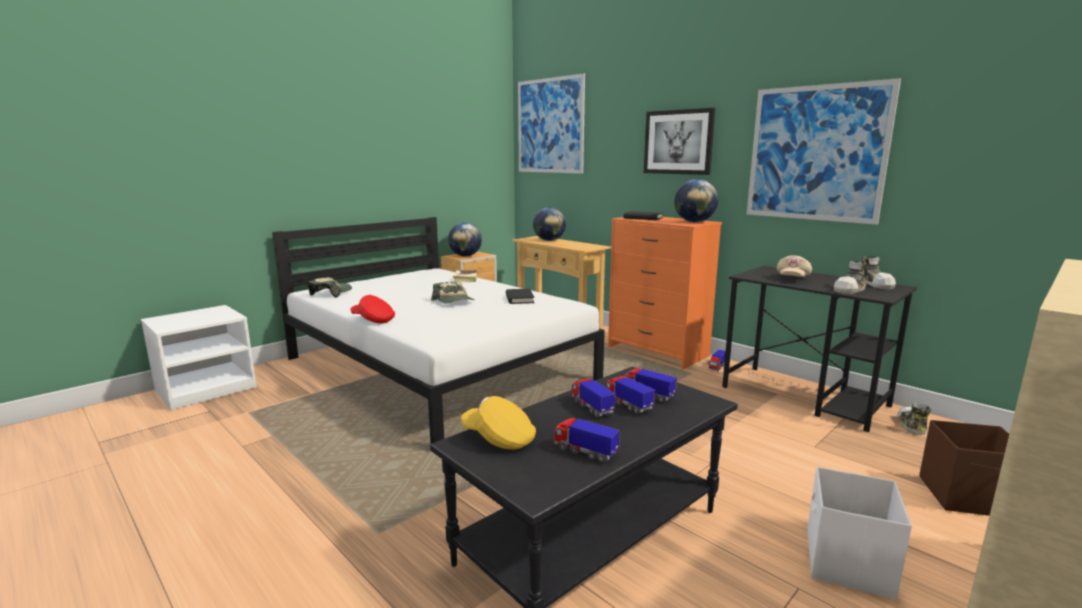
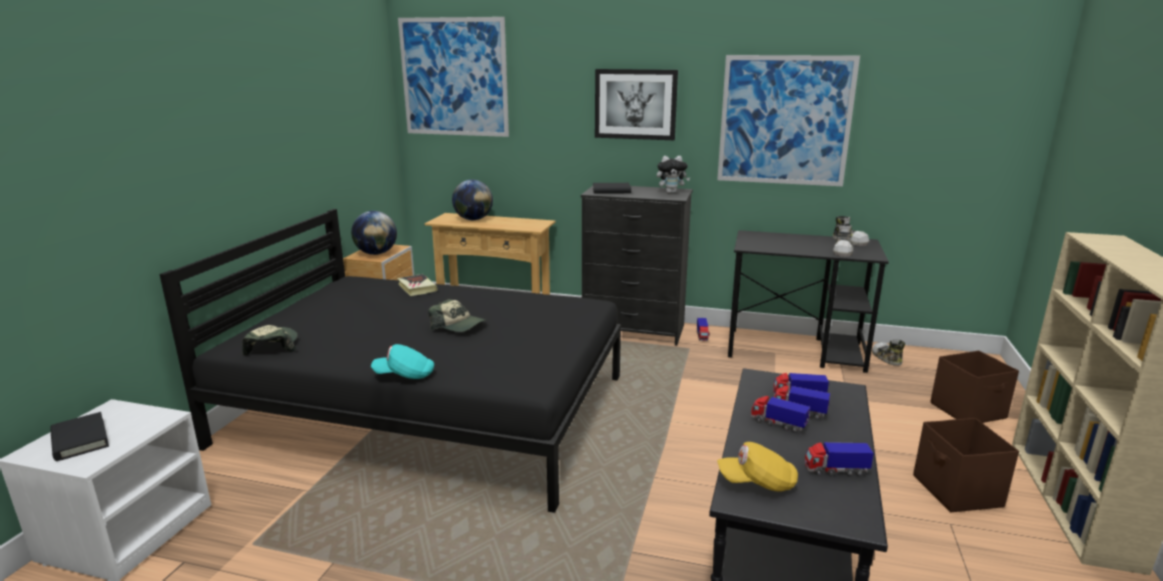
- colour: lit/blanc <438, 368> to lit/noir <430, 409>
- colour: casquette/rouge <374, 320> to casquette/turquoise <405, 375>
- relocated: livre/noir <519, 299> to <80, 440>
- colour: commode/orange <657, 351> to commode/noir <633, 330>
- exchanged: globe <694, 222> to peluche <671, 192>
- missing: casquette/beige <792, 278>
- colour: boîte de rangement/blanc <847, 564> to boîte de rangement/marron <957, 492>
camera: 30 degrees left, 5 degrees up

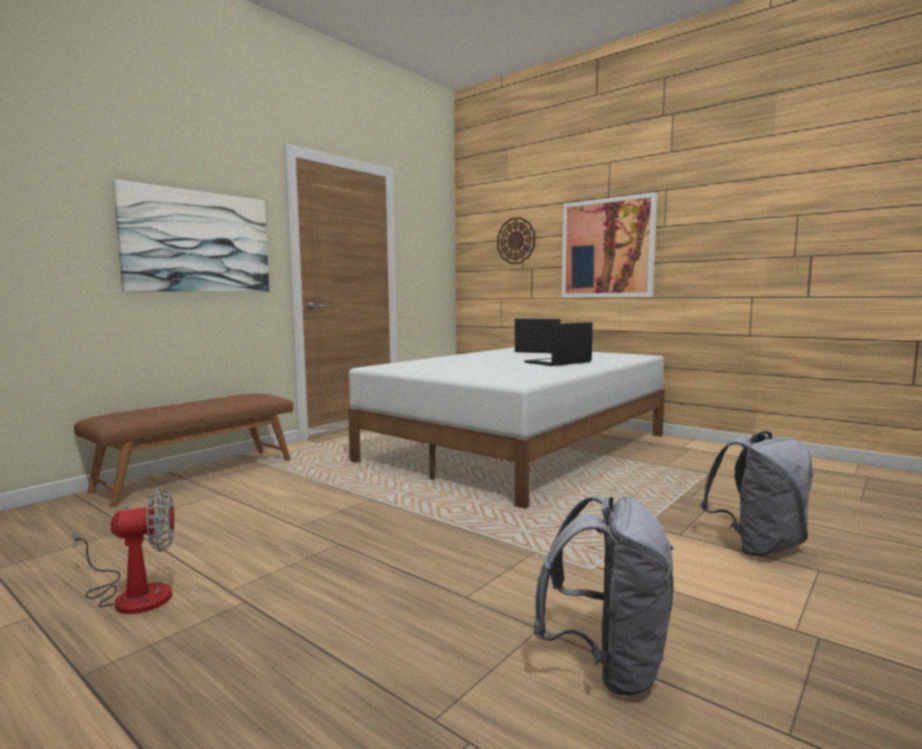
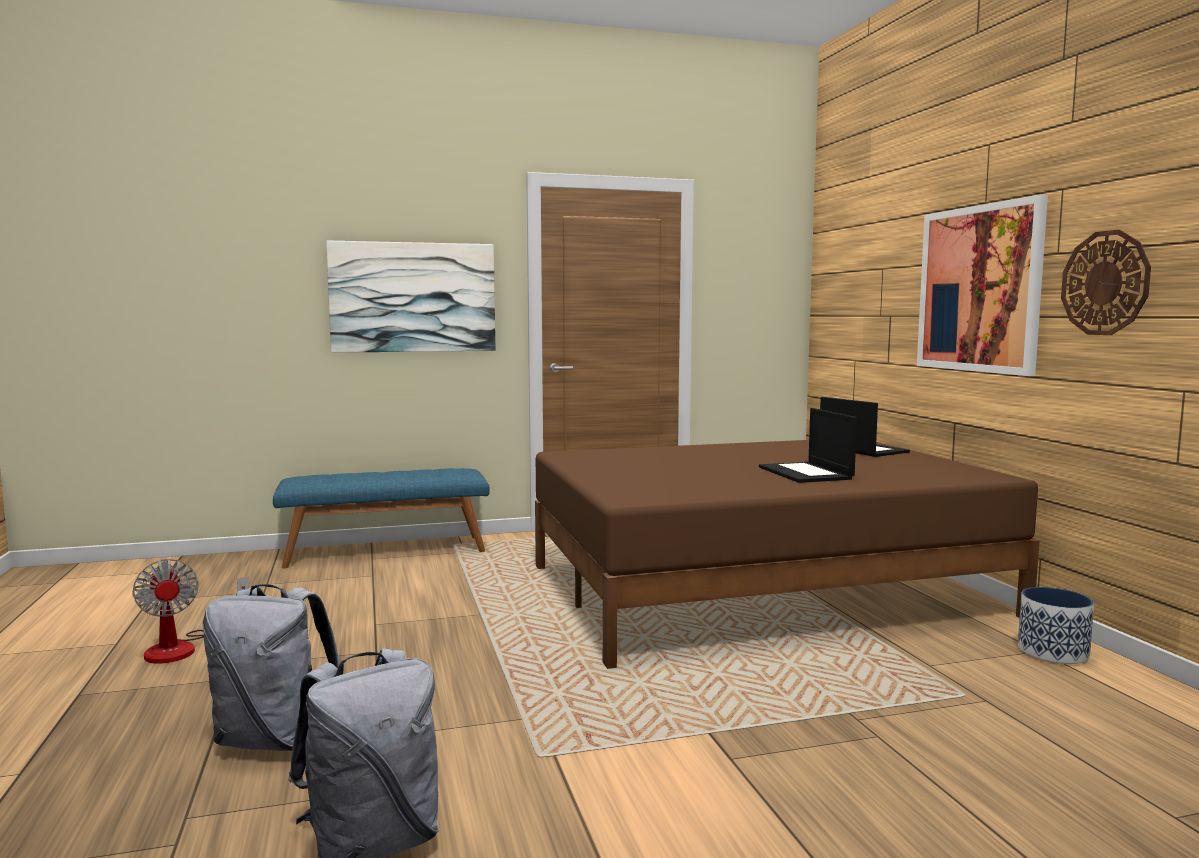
- spun: ventilateur <133, 594> = <184, 647> 45 degrees clockwise
- colour: banc/marron <197, 475> to banc/bleu <386, 551>
- colour: lit/blanc <519, 448> to lit/marron <761, 591>
- relocated: horloge murale <516, 240> to <1105, 283>
- spun: ordinateur portable <558, 362> = <806, 473> 105 degrees counterclockwise
- relocated: sac à dos/gris <758, 546> to <274, 740>
- appeared: cache-pot <1053, 652>
camera: 35 degrees right, 0 degrees up

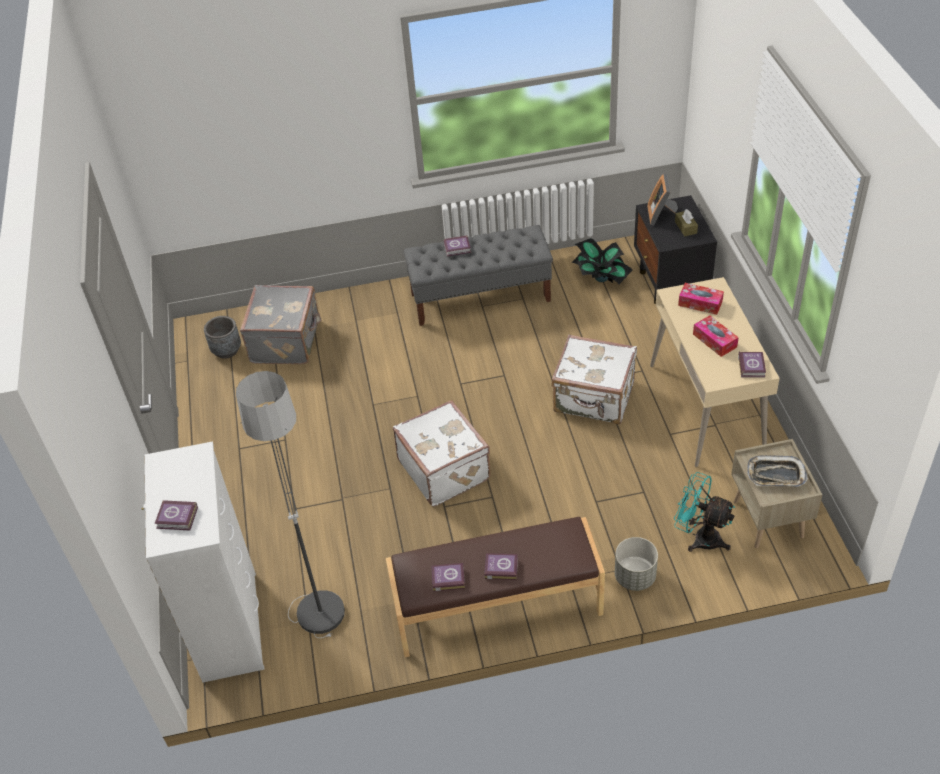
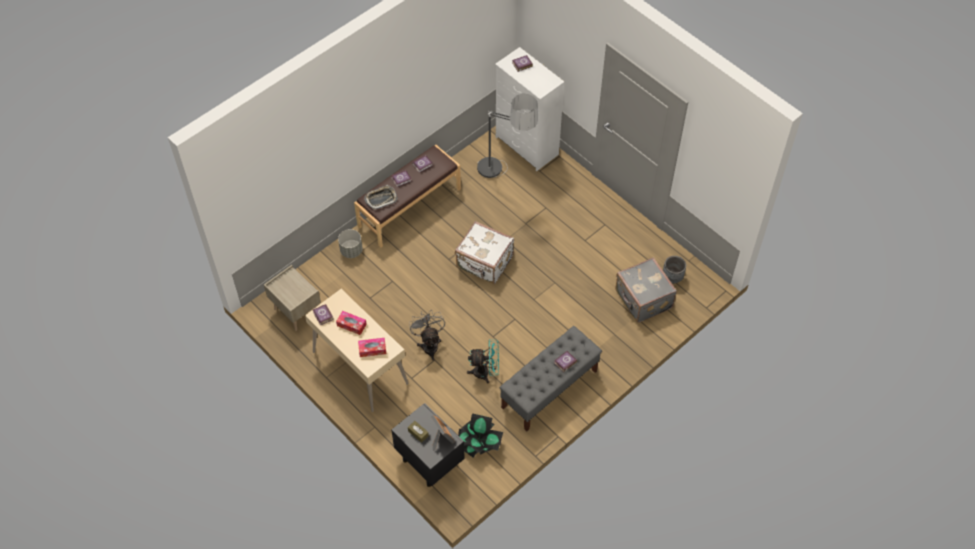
- exchanged: valise/blanc <594, 398> to ventilateur/gris <429, 344>
- relocated: ventilateur/turquoise <700, 537> to <485, 372>
- relocated: plateau <775, 475> to <381, 199>
camera: 145 degrees right, 10 degrees up

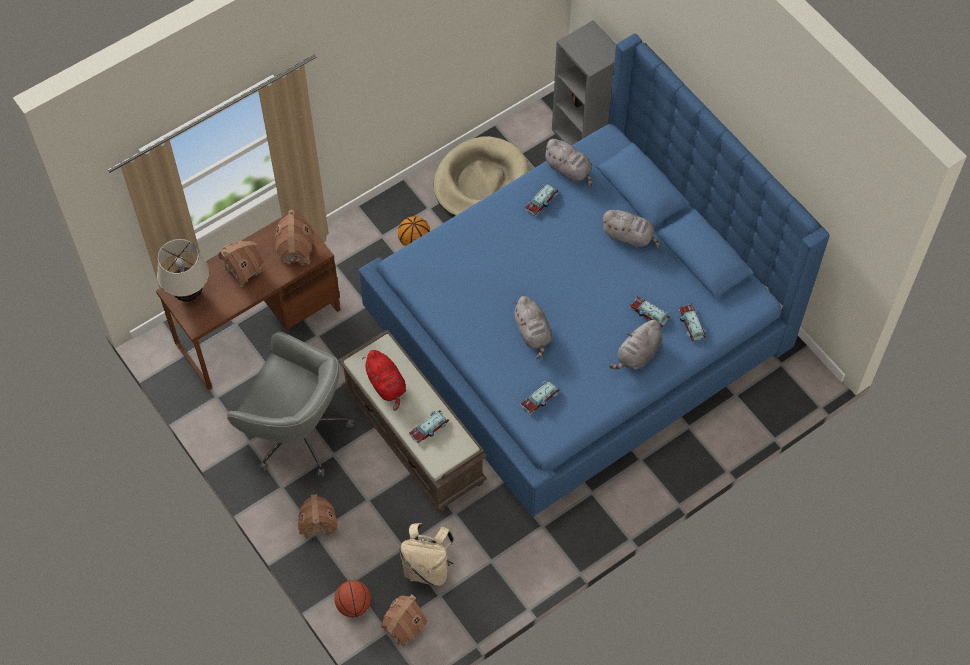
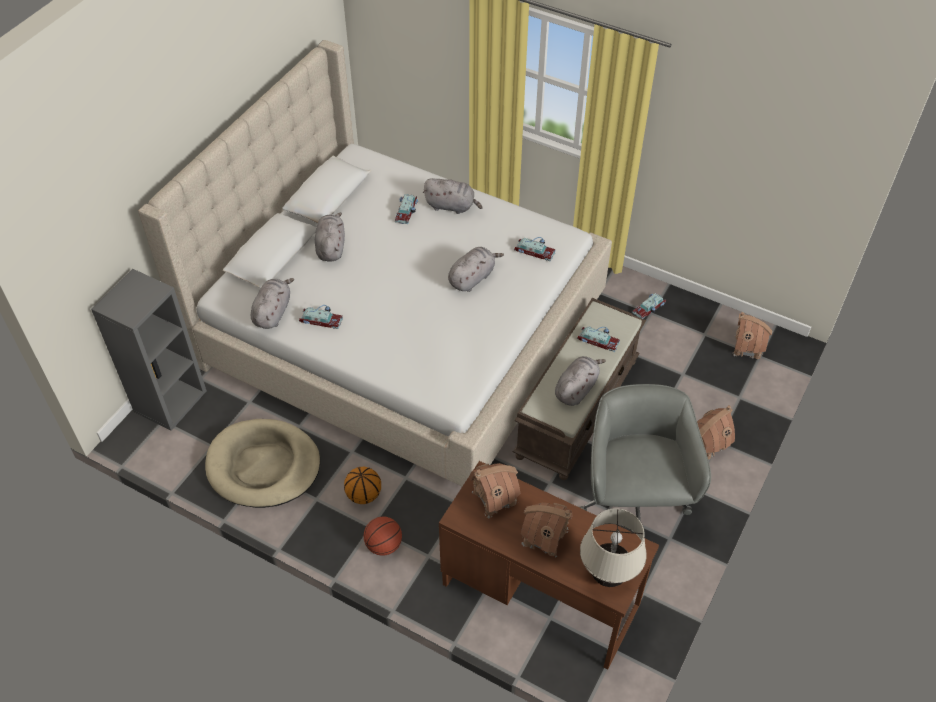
- relocated: ballon de basket <353, 605> to <384, 545>
- colour: lit/bleu <580, 330> to lit/beige <399, 330>
- colour: peluche/rouge <387, 385> to peluche/gris <576, 389>
- missing: sac à dos/beige <427, 567>
- relocated: petite voiture <691, 325> to <649, 308>
camera: 115 degrees left, 10 degrees down

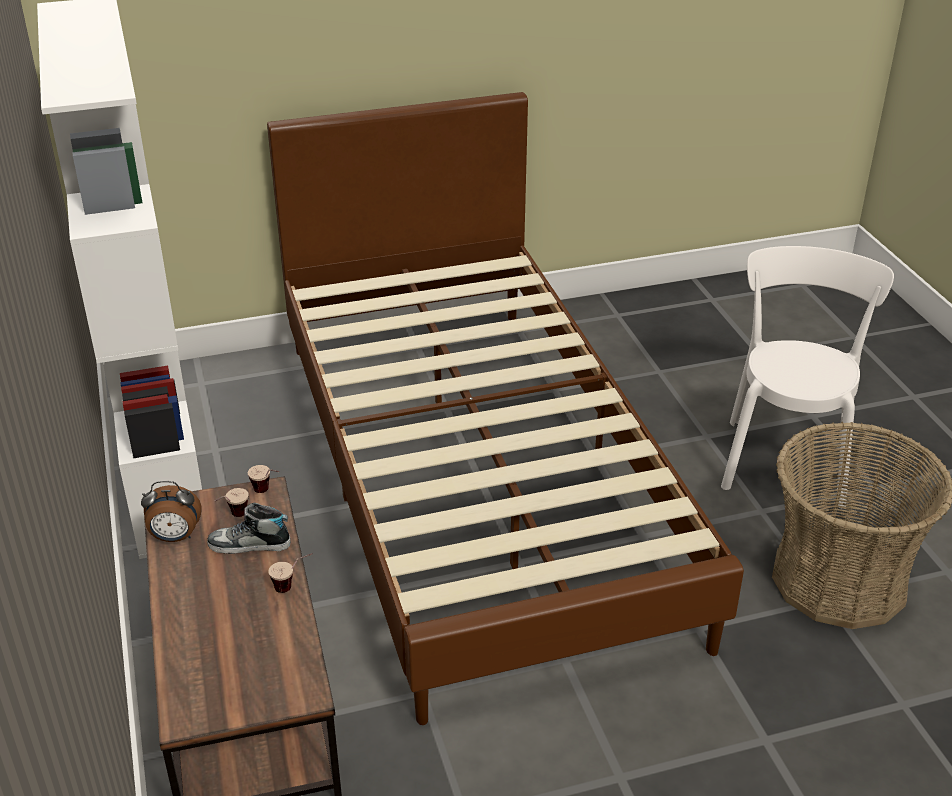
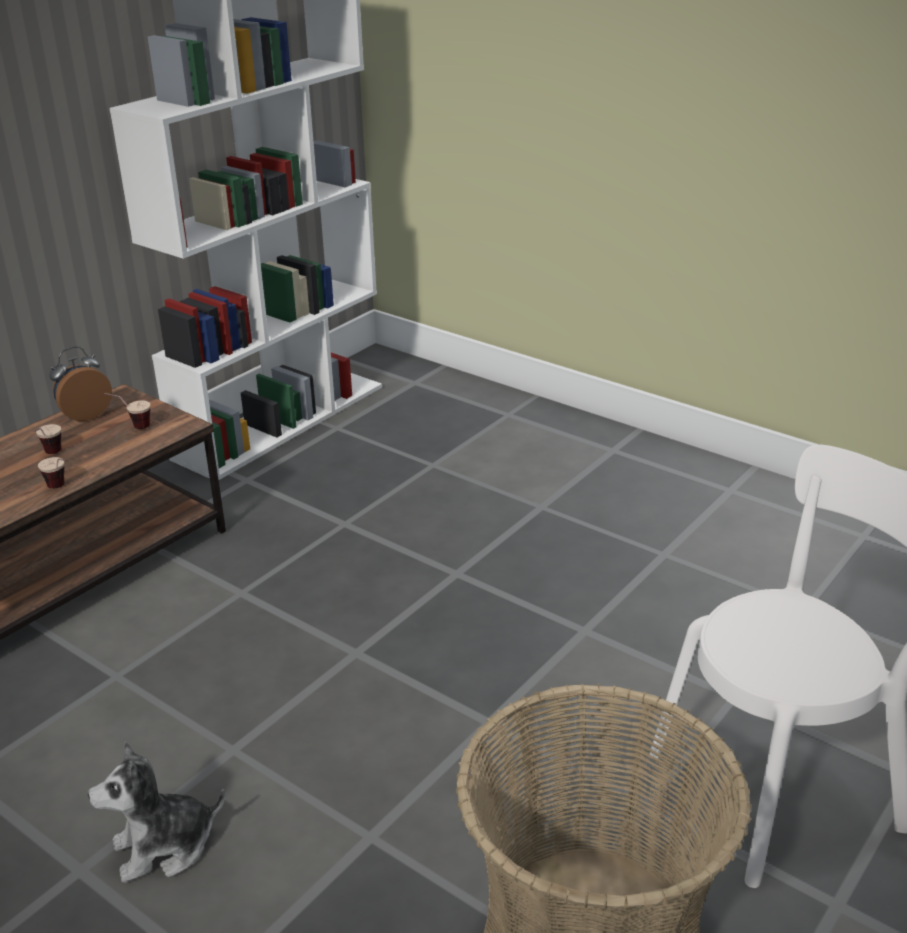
- spun: réveil <175, 537> = <85, 415> 90 degrees clockwise
- missing: chaussure <249, 545>
- relocated: tasse <267, 492> to <50, 455>
- missing: lit/marron <475, 477>
- appeared: peluche <164, 847>
camera: 55 degrees right, 5 degrees down

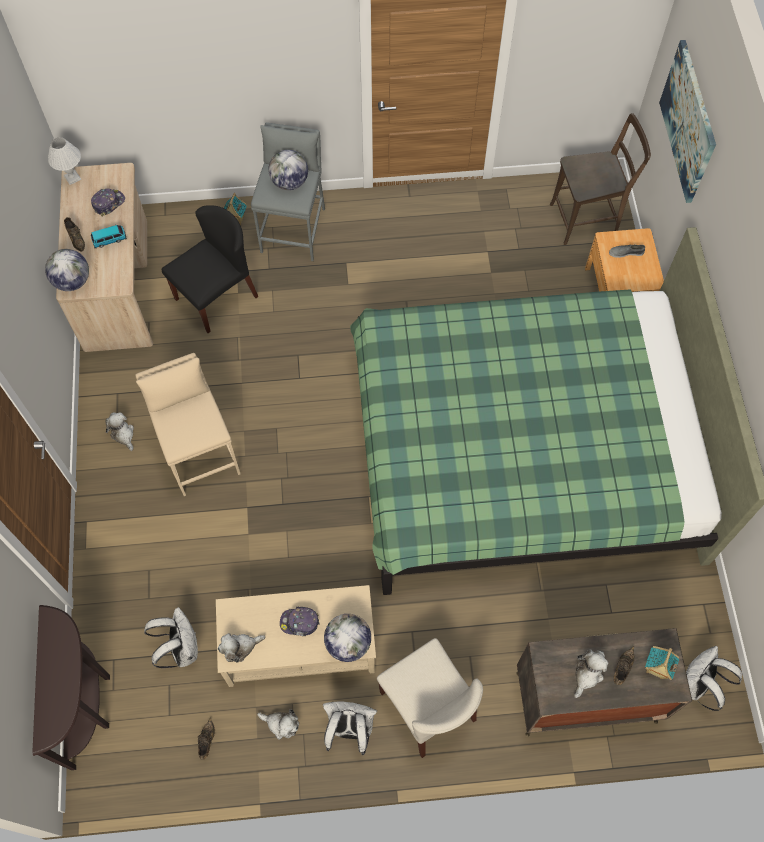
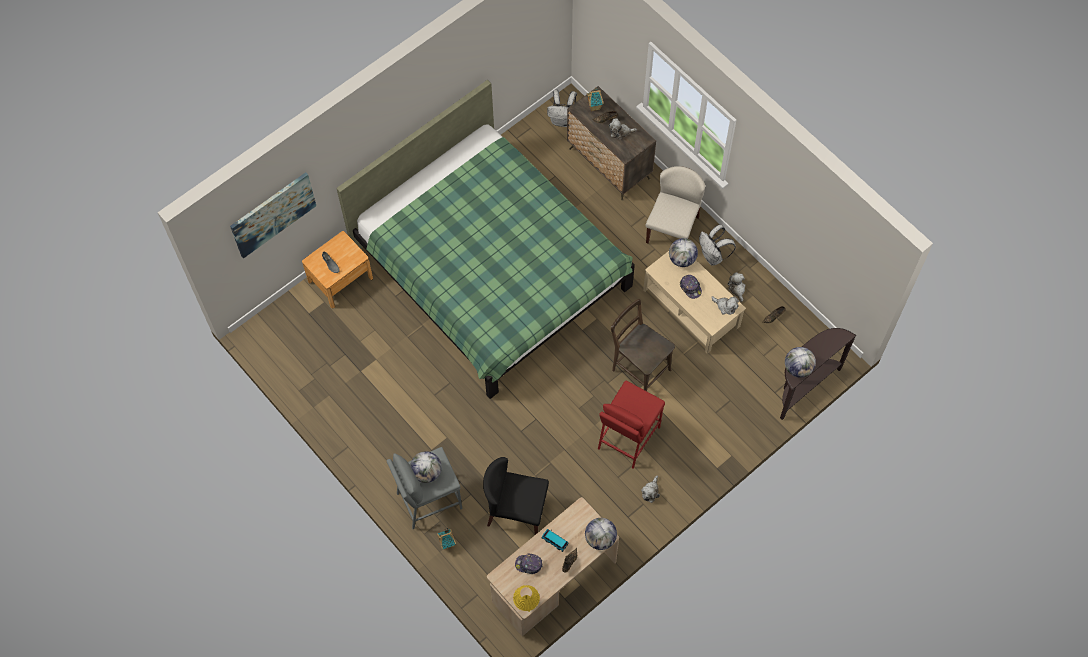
- colour: lampe de table/blanc <72, 178> to lampe de table/jaune <527, 605>
- colour: tabouret/beige <200, 454> to tabouret/rouge <628, 437>
- missing: sac à dos/blanc <181, 648>
- relocated: chaise/marron <587, 219> to <638, 368>
- appeared: globe <798, 368>
camera: 125 degrees left, 0 degrees up

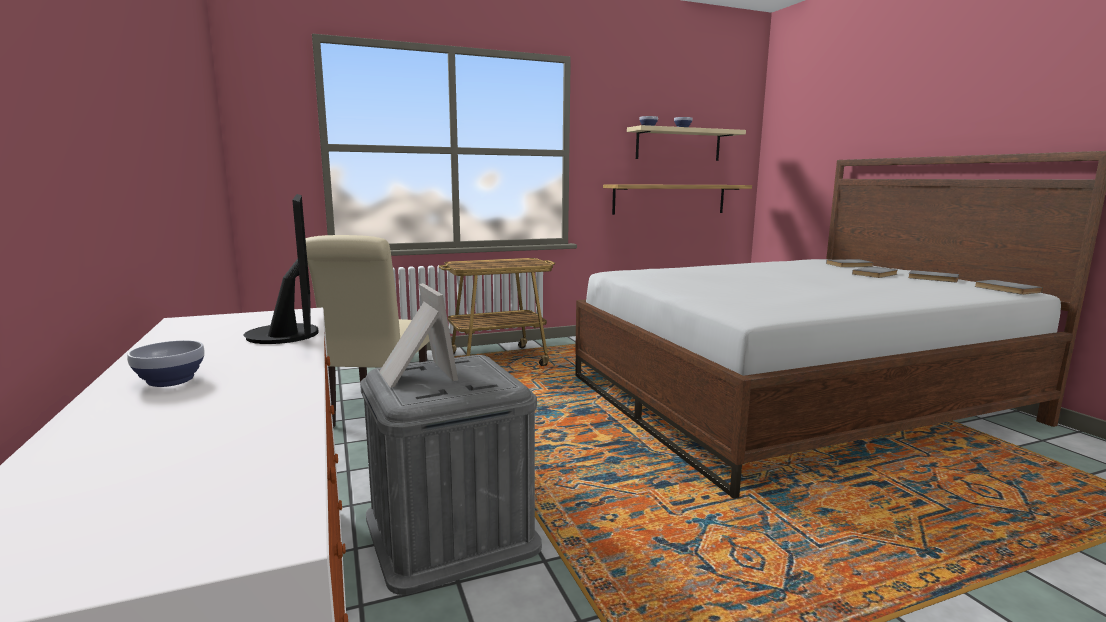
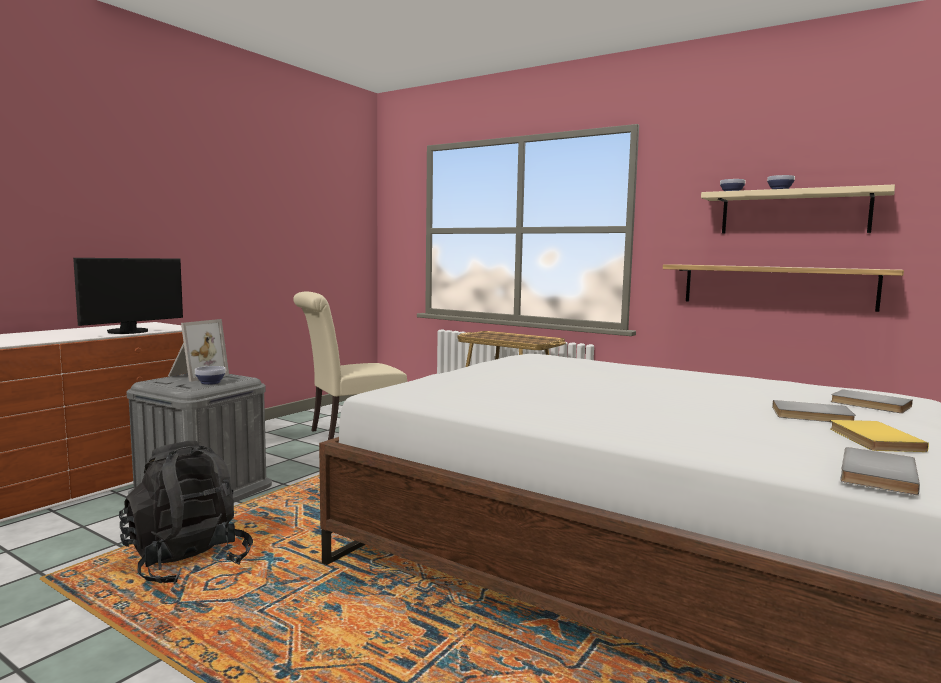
- relocated: bol <168, 381> to <210, 382>
- colour: livre/gris <932, 278> to livre/jaune <872, 439>
- appeared: sac à dos/noir <188, 562>
camera: 55 degrees right, 5 degrees down

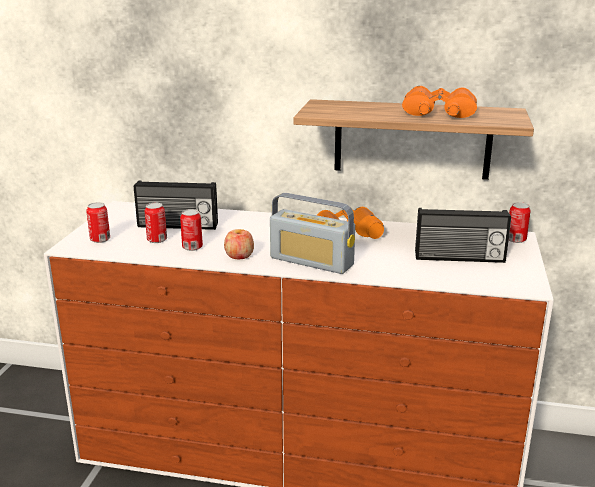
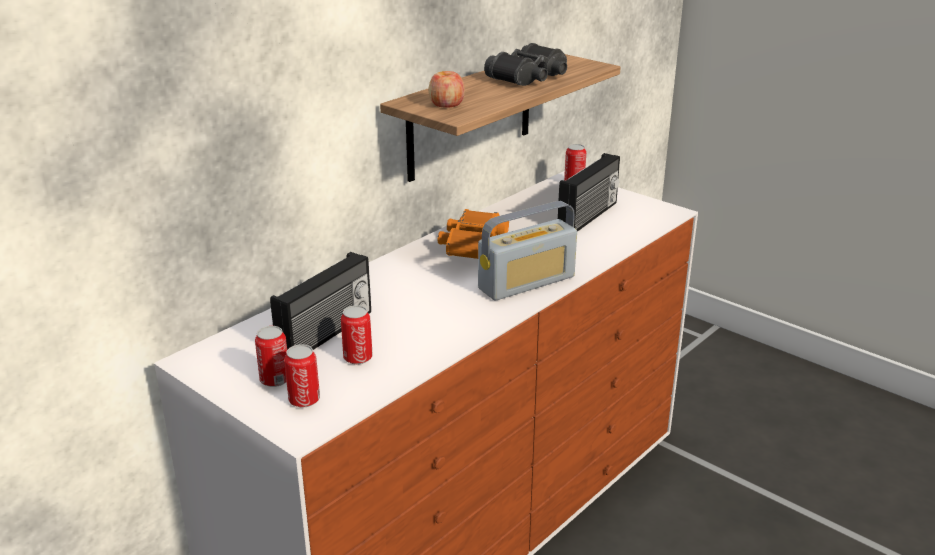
- relocated: boîte métallique <192, 247> to <275, 380>
- relocated: pomme <239, 255> to <446, 104>
- colour: jumelles/orange <438, 113> to jumelles/noir <529, 77>
camera: 60 degrees left, 5 degrees up

